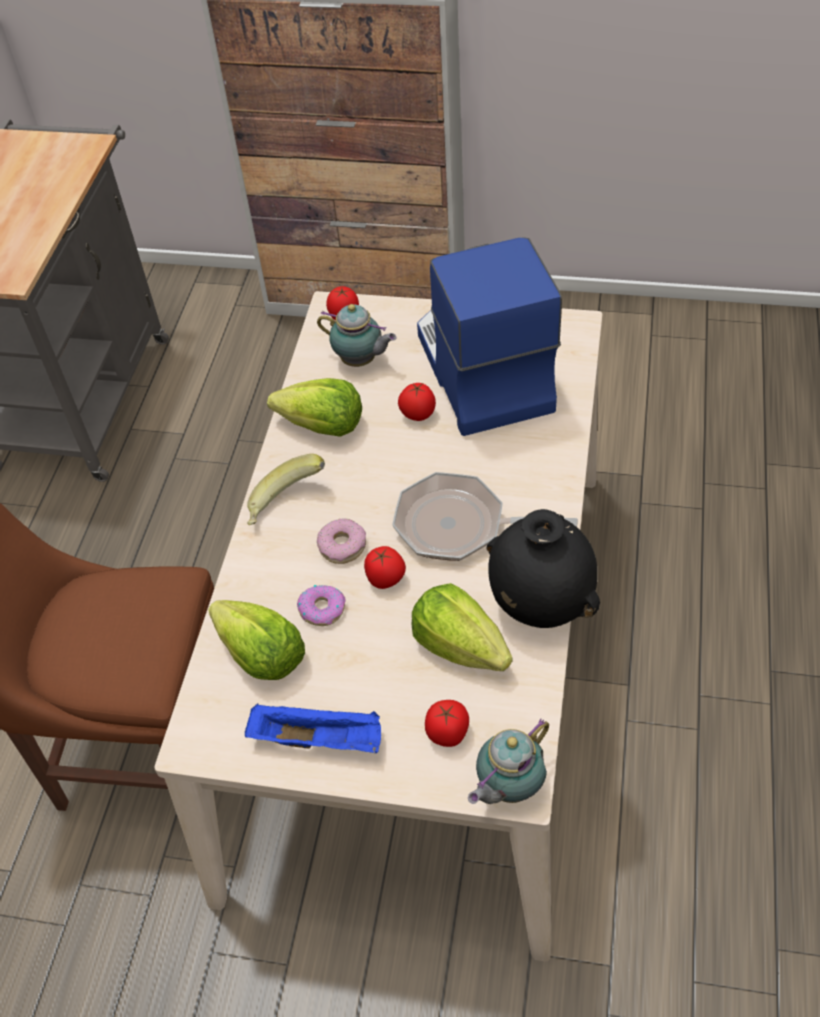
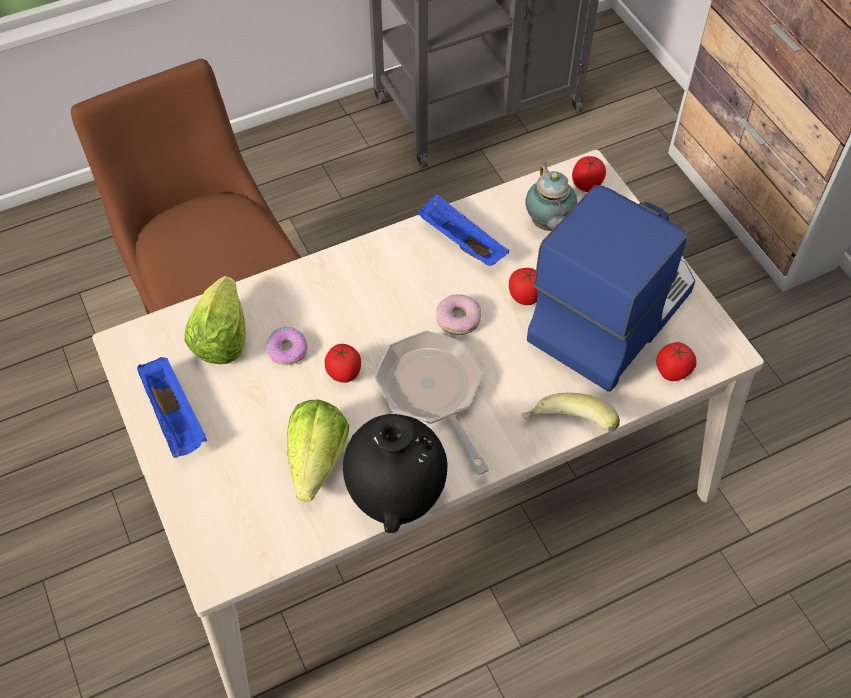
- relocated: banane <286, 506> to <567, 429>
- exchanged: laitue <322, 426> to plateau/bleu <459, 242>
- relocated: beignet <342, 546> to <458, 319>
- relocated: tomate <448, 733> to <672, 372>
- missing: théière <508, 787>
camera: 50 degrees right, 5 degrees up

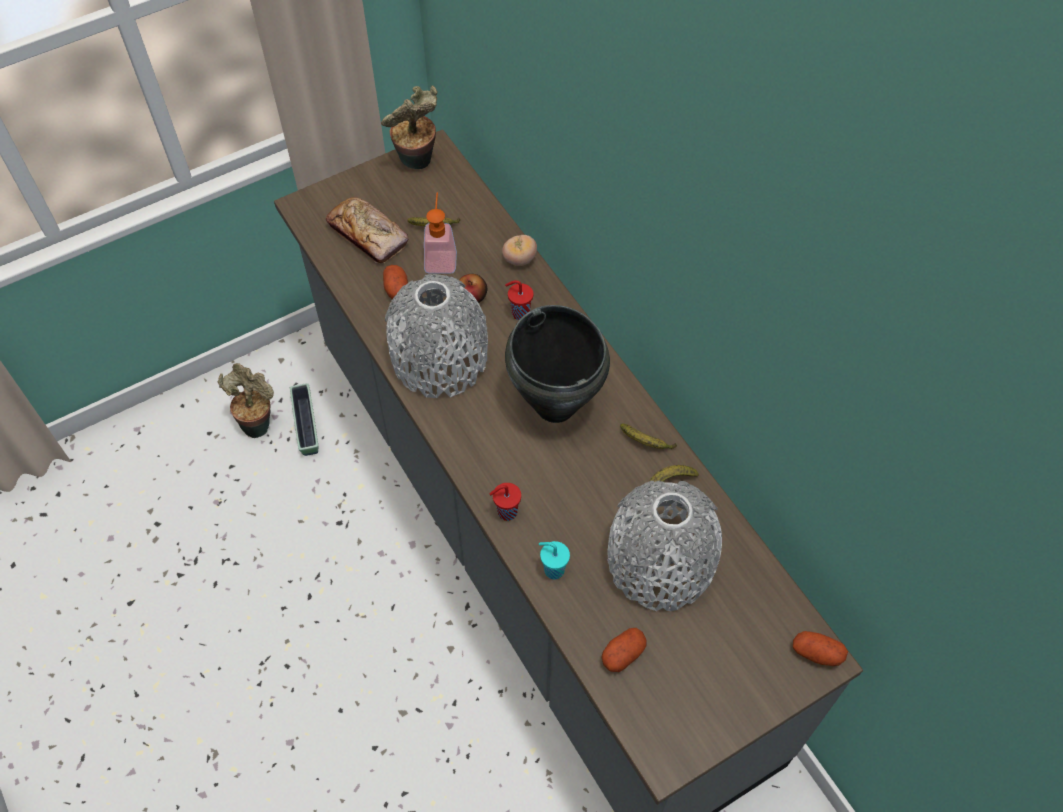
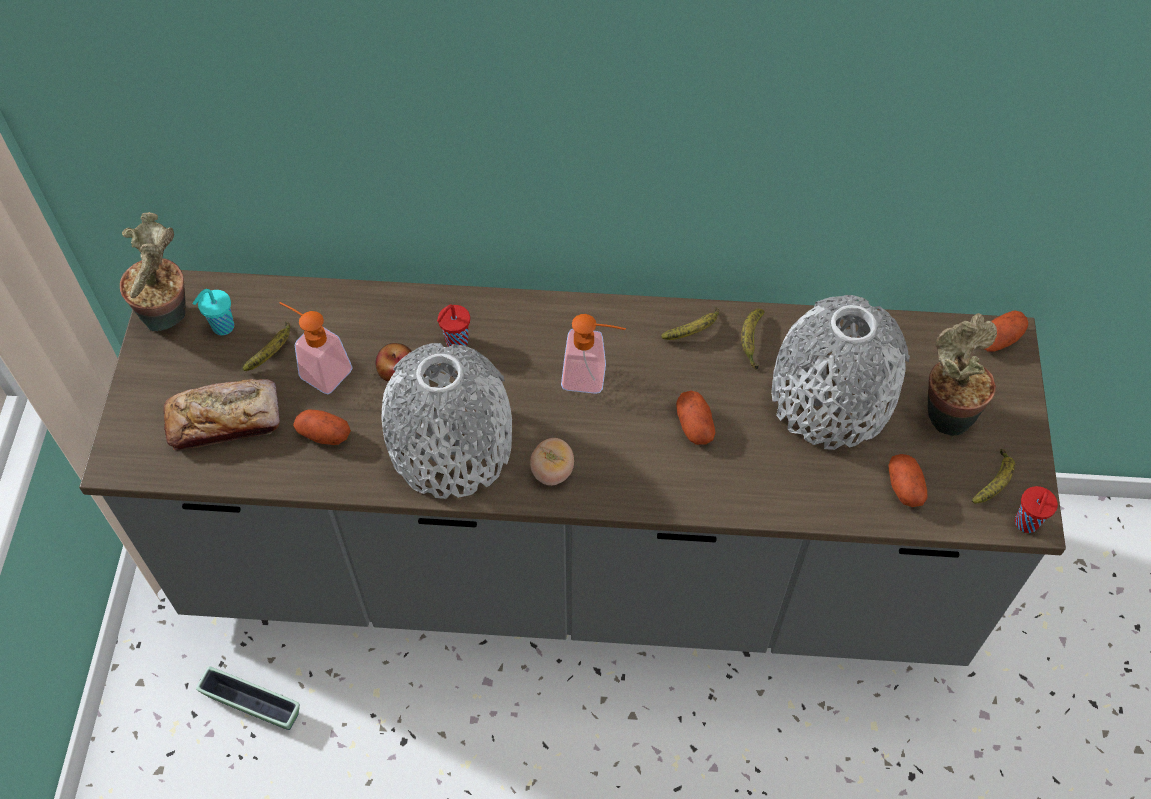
- relocated: plante en pot <258, 423> to <945, 413>
- relocated: tasse/rouge <506, 512> to <1026, 524>
- relocated: tomate <519, 259> to <552, 471>
- exchanged: marmite/noir <556, 405> to distributeur de savon <592, 377>
- relocated: tasse/turquoise <553, 570> to <222, 327>
- appeared: pomme de terre <695, 425>
- appeared: banane <994, 481>
camera: 55 degrees left, 0 degrees up

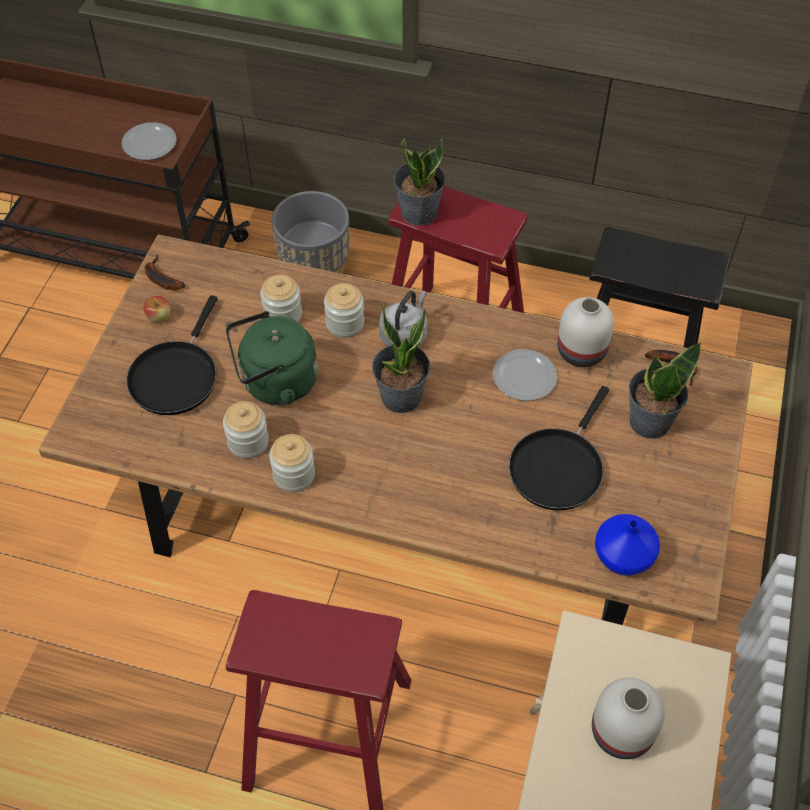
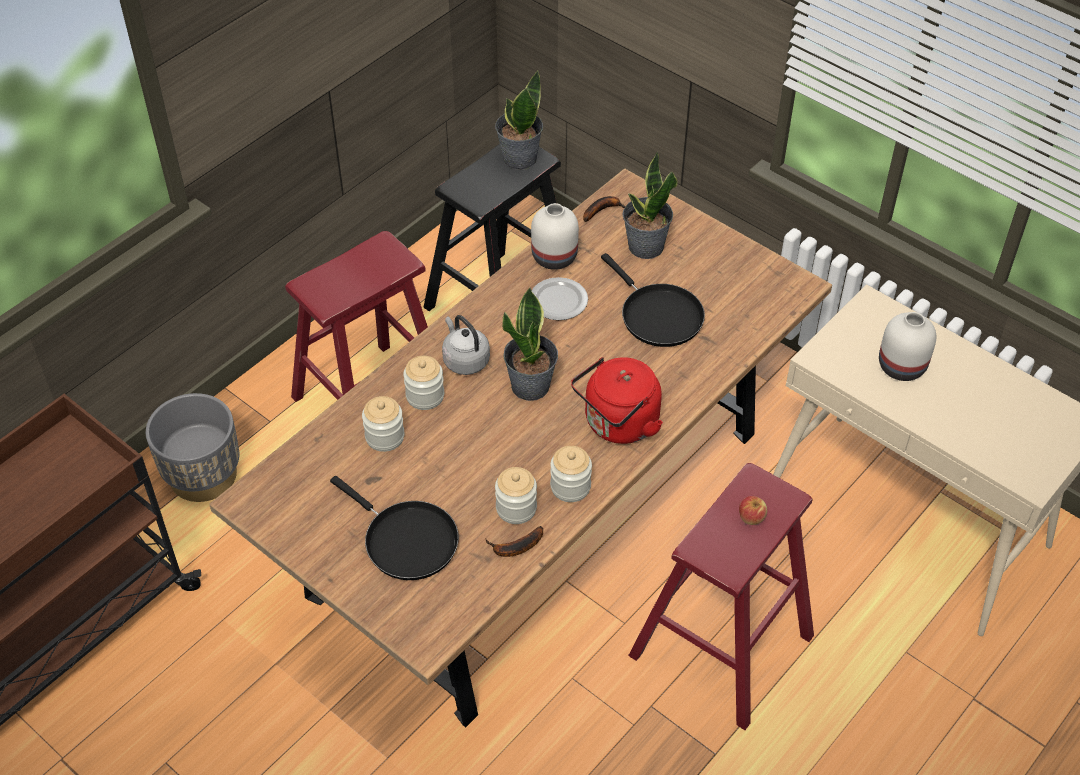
- missing: assiette <150, 144>
- relocated: pomme <159, 316> to <751, 517>
- relocated: banane <160, 278> to <515, 547>
- missing: bouilloire/vert <275, 383>
- relocated: plante en pot <418, 212> to <519, 158>
- missing: vase/bleu <622, 555>
- appeared: bouilloire/rouge <618, 424>
camera: 65 degrees left, 5 degrees down

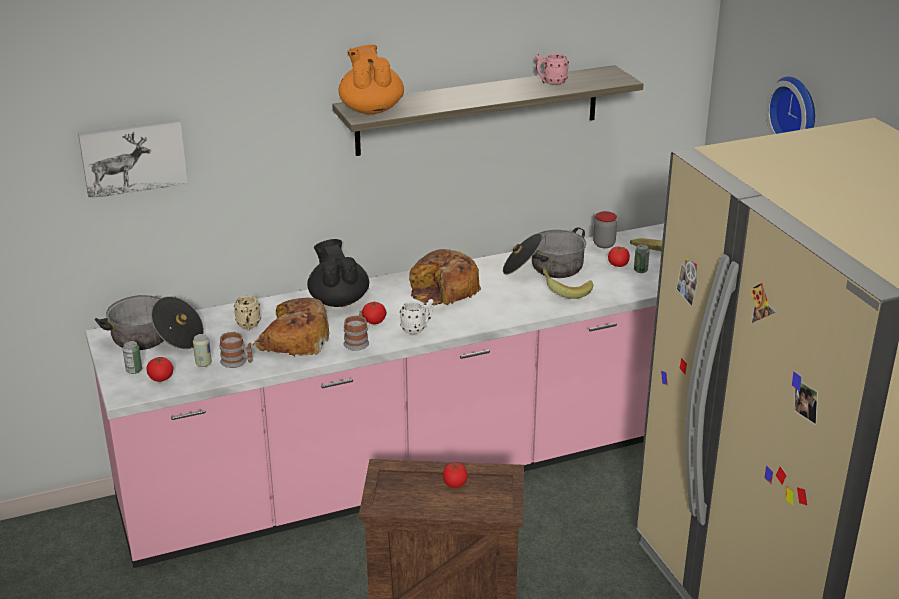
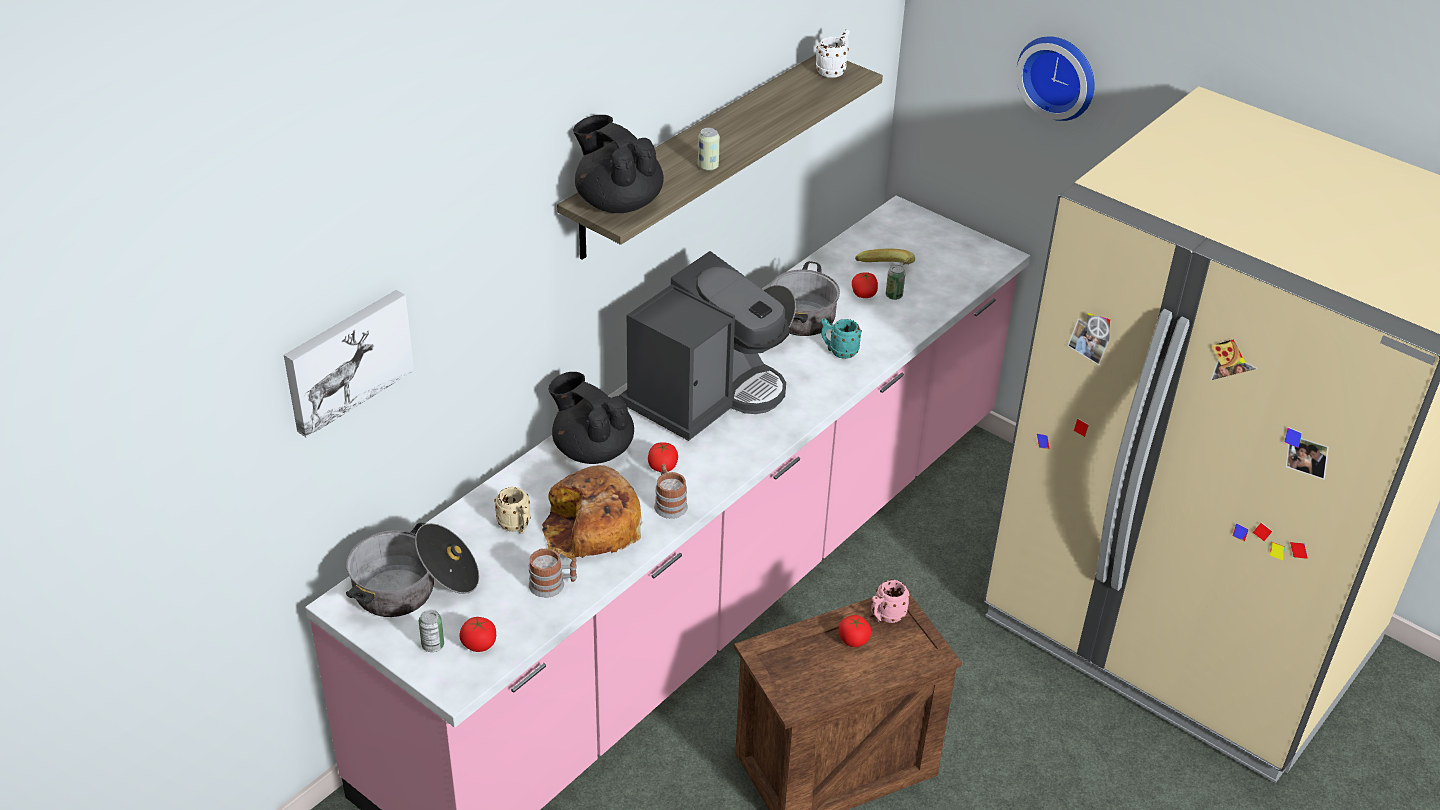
- relocated: boîte métallique <203, 363> to <708, 166>
- colour: théière/orange <371, 109> to théière/noir <618, 202>
- relocated: mug/blanc <417, 329> to <833, 71>
- exchanged: pain <444, 291> to machine à café <704, 394>
- relocated: mug/rose <550, 82> to <885, 616>
- exchanged: banane <565, 291> to mug/turquoise <838, 351>
- missing: bocal <604, 244>
camera: 30 degrees left, 10 degrees up

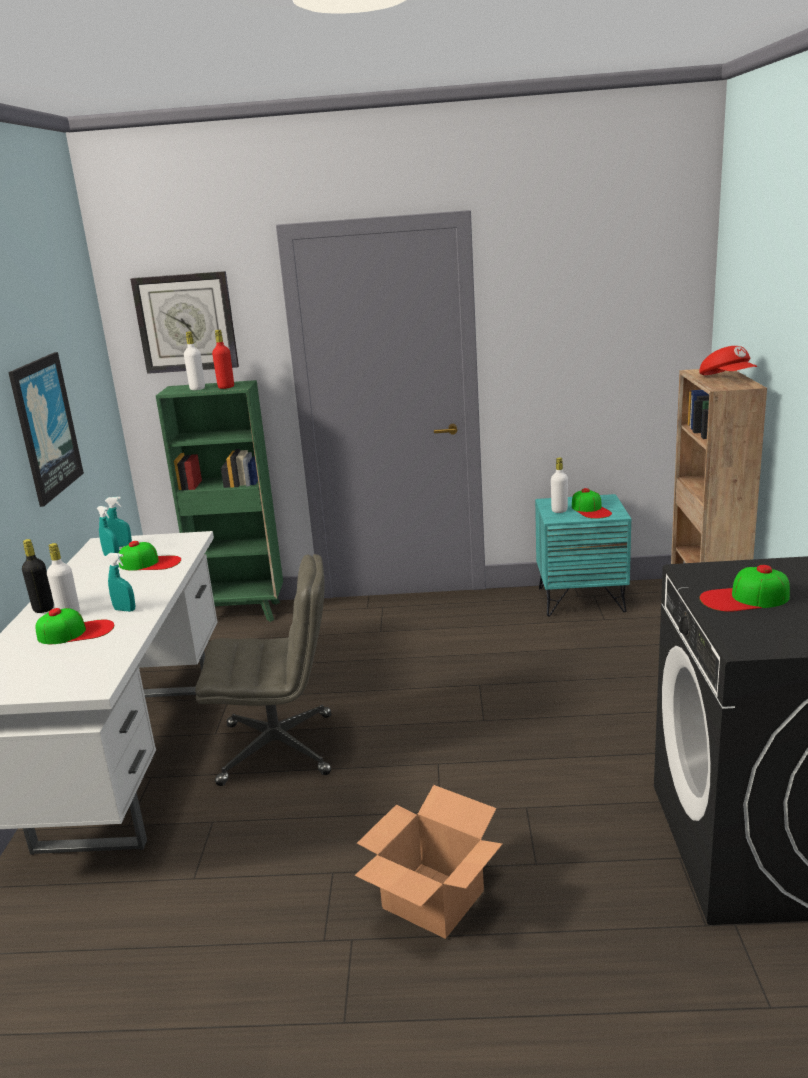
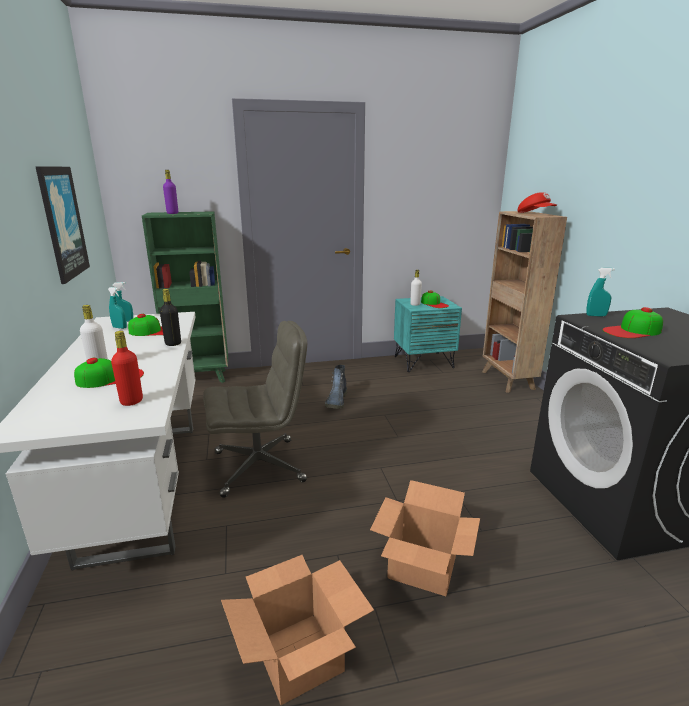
- relocated: bouteille/noir <43, 609> to <173, 343>
- relocated: vaporisateur/turquoise <125, 610> to <596, 315>
- missing: horloge murale <186, 323>
- colour: bouteille/blanc <197, 388> to bouteille/violet <172, 213>
- relocated: bouteille/rouge <226, 387> to <131, 401>
- appeared: carton <297, 656>
- appeared: botte <336, 401>
camera: 15 degrees left, 0 degrees up

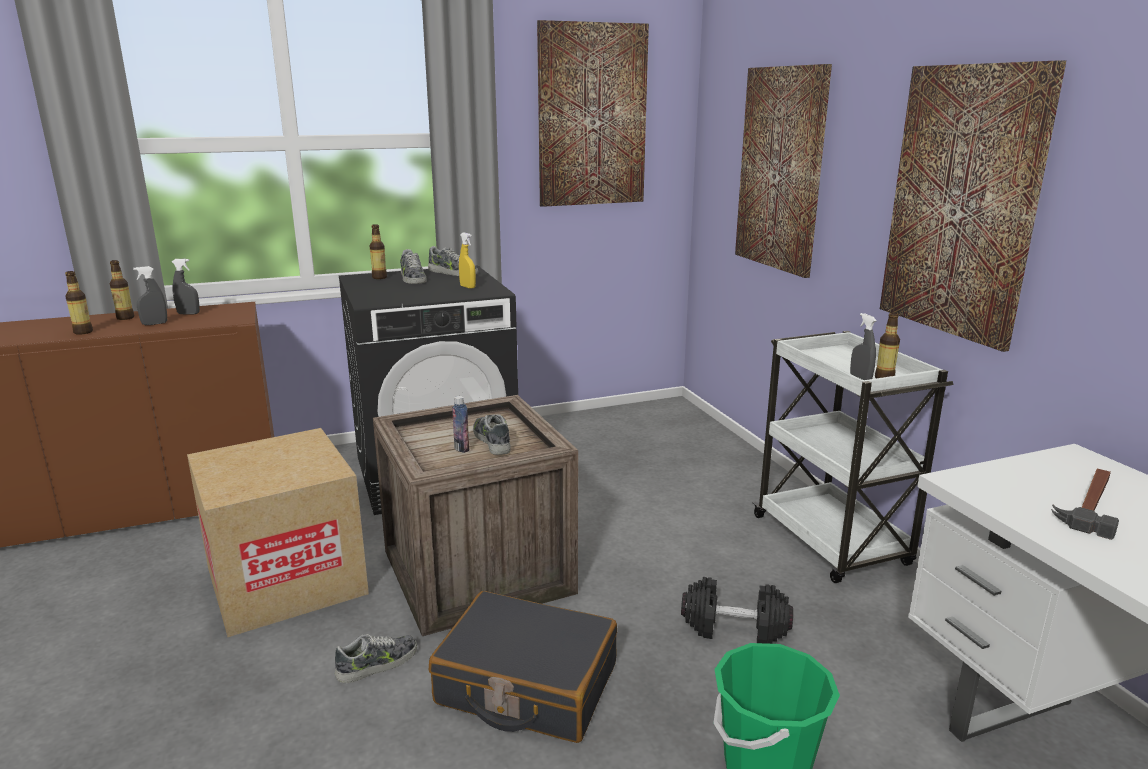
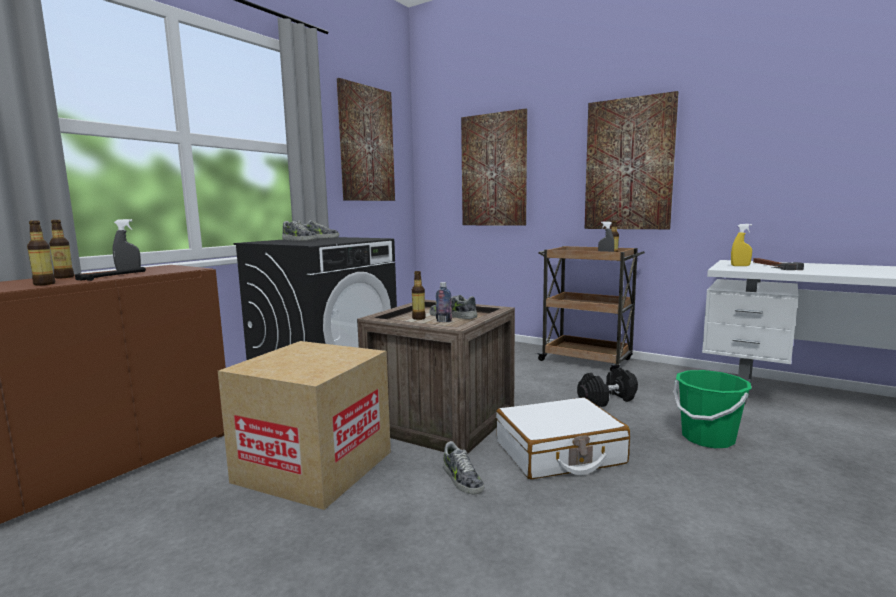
- exchanged: vaporisateur/gris <155, 324> to marteau <112, 276>
- spun: chaussure <378, 664> = <461, 479> 135 degrees clockwise
- relocated: bouteille <379, 277> to <418, 318>
- colour: valise/noir <526, 685> to valise/blanc <559, 453>
- relocated: vaporisateur/jaune <467, 287> to <740, 266>
- colour: chariot/blanc <832, 542> to chariot/marron <587, 360>
camera: 35 degrees left, 10 degrees down

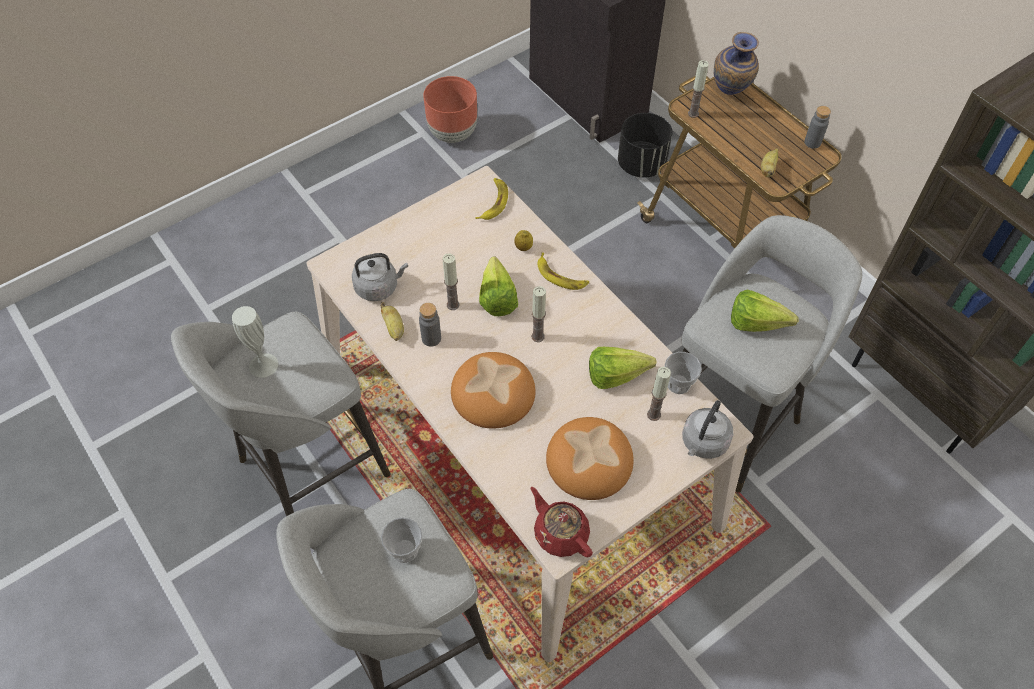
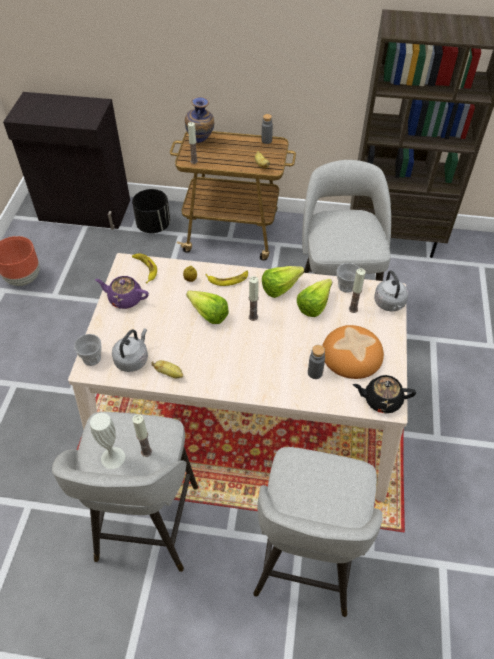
- relocated: tasse <405, 550> to <92, 358>
- relocated: bouteille/gris <431, 338> to <315, 373>
- relocated: bougie <453, 305> to <146, 451>
- missing: pain <492, 393>
- colour: théière/rouge <560, 533> to théière/noir <381, 400>
- relocated: laitue <761, 326> to <284, 287>
- appeared: théière/violet <125, 299>
camera: 45 degrees left, 5 degrees down

